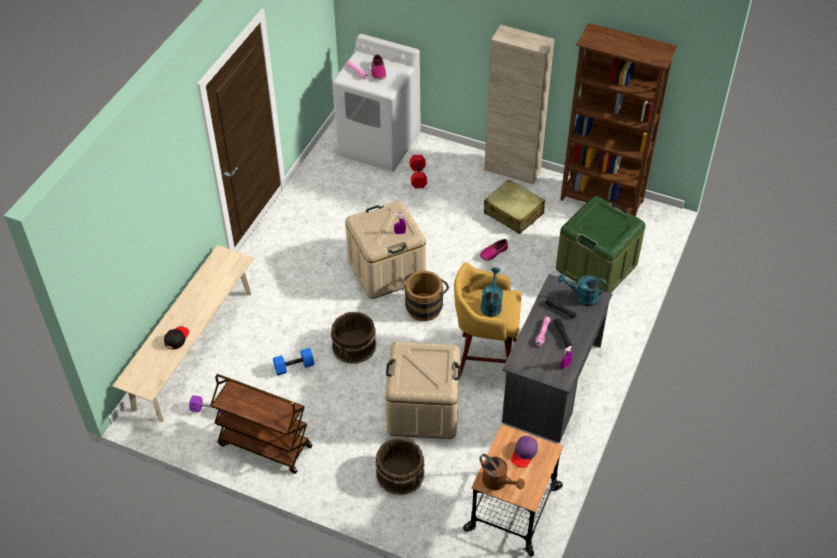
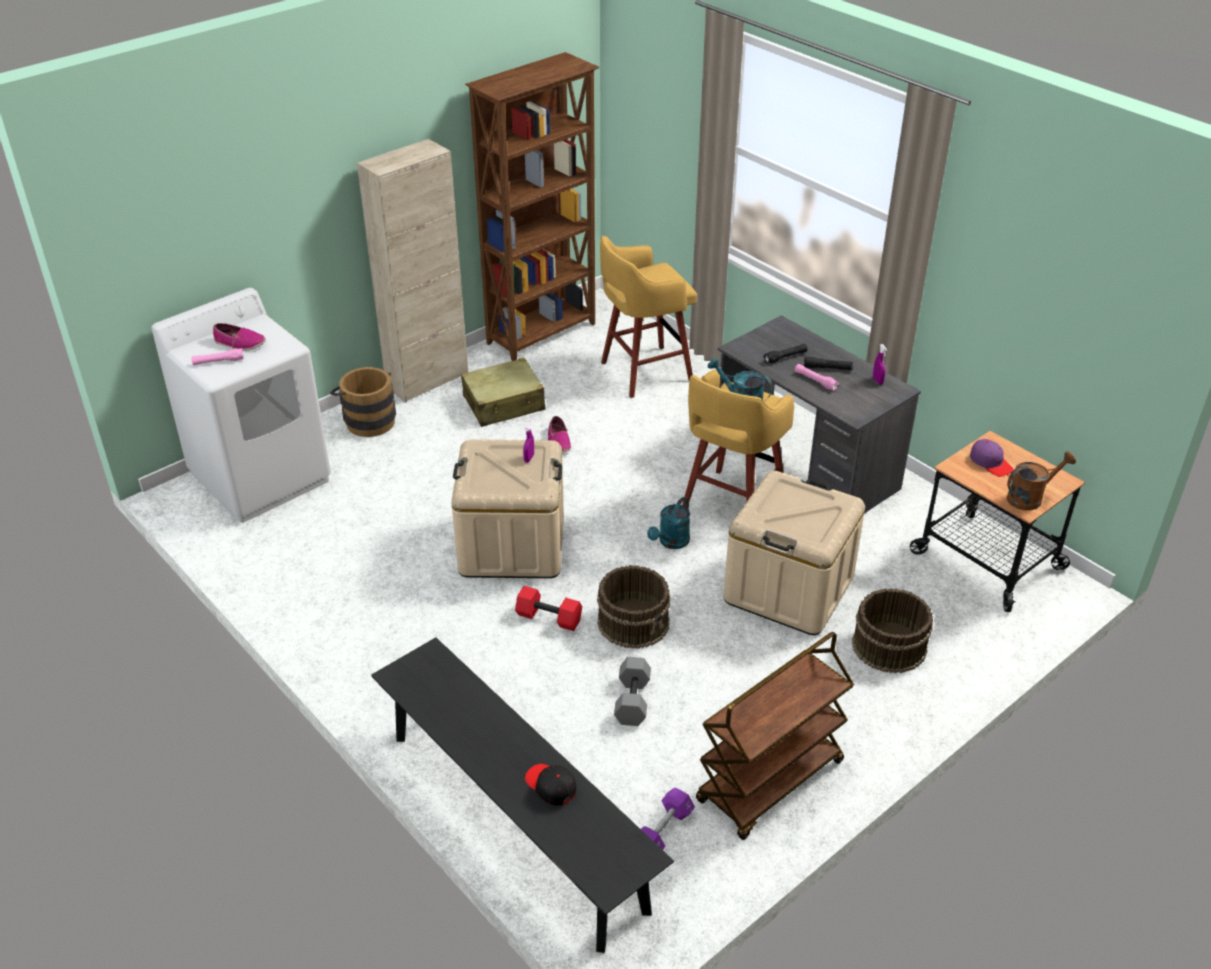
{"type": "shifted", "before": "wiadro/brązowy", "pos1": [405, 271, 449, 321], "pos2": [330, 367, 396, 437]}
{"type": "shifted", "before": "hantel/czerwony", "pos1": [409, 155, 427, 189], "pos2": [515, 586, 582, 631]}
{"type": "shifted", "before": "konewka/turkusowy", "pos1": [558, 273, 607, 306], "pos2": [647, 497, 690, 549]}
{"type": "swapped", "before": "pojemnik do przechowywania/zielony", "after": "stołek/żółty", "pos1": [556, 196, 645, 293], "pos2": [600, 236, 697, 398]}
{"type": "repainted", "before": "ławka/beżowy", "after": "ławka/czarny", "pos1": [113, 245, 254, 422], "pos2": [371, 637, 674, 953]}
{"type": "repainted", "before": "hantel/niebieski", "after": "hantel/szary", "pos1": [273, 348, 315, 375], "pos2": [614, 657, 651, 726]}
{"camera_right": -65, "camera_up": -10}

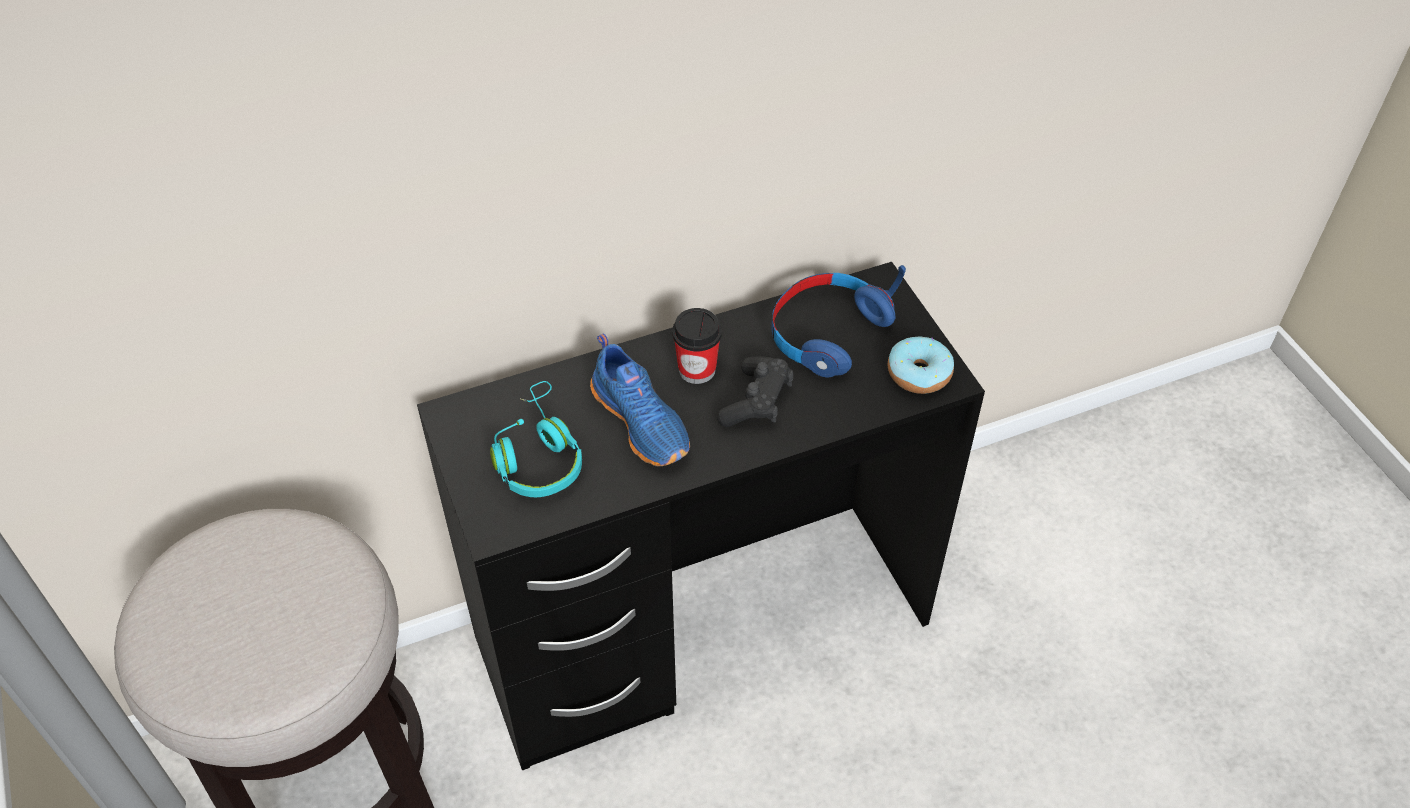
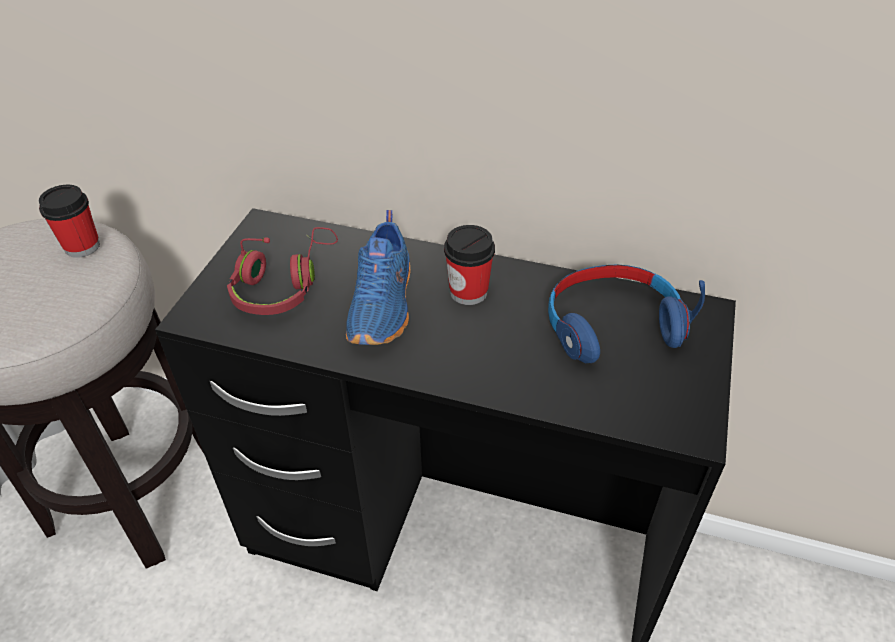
{"type": "gone", "before": "pad do gier/czarny", "pos1": [717, 357, 793, 427]}
{"type": "gone", "before": "donut", "pos1": [888, 337, 954, 394]}
{"type": "new", "after": "filiżanka", "pos2": [39, 185, 100, 258]}
{"type": "repainted", "before": "słuchawki/turkusowy", "after": "słuchawki/czerwony", "pos1": [490, 381, 582, 497], "pos2": [227, 227, 338, 315]}
{"camera_right": 40, "camera_up": -5}

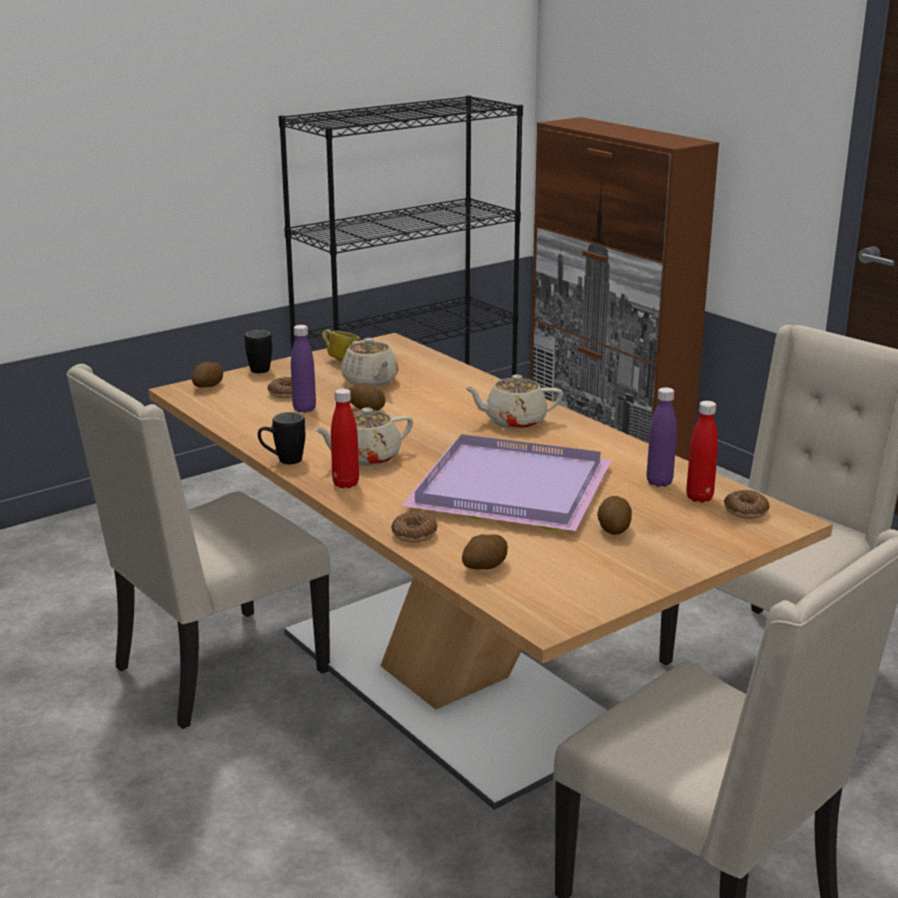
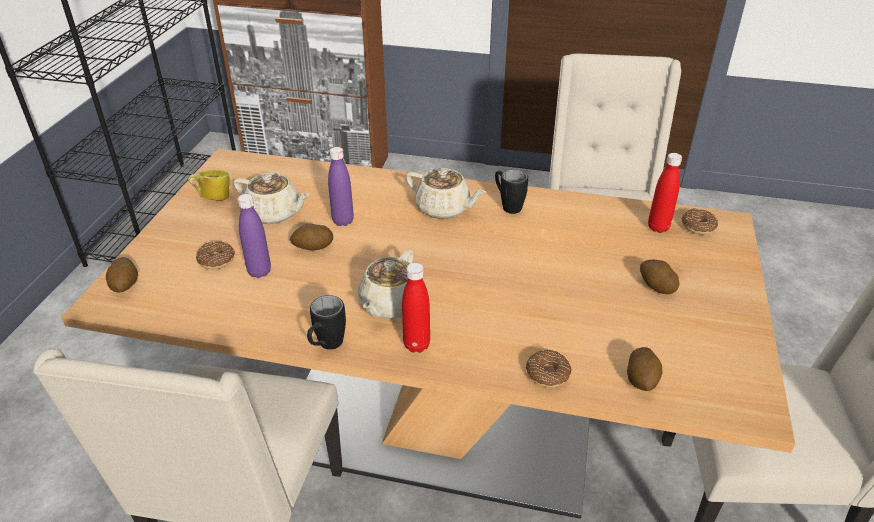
{"type": "gone", "before": "taca/fioletowy", "pos1": [401, 434, 612, 531]}
{"type": "shifted", "before": "kubek/czarny", "pos1": [244, 330, 272, 373], "pos2": [495, 169, 528, 214]}
{"type": "shifted", "before": "butelka/fioletowy", "pos1": [647, 387, 677, 487], "pos2": [328, 147, 354, 226]}
{"type": "rotated", "before": "imbryk/beżowy", "pos1": [463, 375, 563, 429], "pos2": [406, 168, 486, 219], "turn": -105}
{"camera_right": -40, "camera_up": 15}

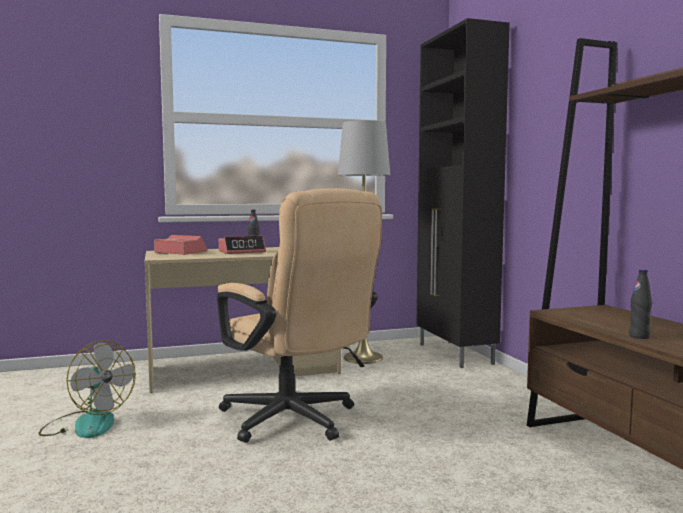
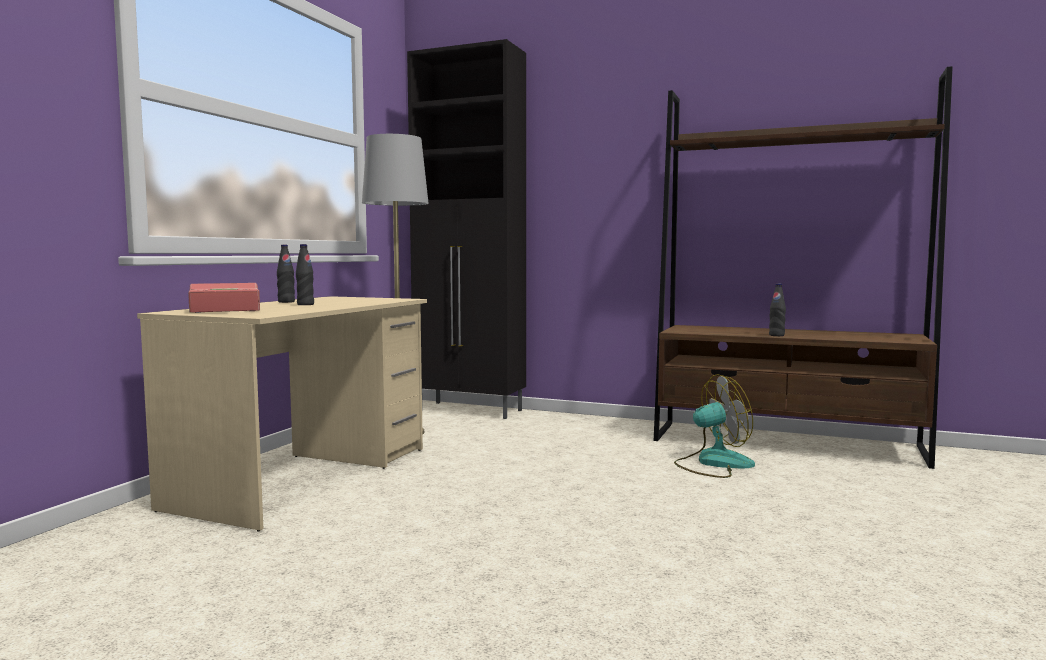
{"type": "gone", "before": "krzesło biurowe/beżowy", "pos1": [217, 188, 382, 443]}
{"type": "shifted", "before": "wentylator", "pos1": [39, 340, 136, 438], "pos2": [674, 374, 755, 478]}
{"type": "swapped", "before": "budzik", "after": "butelka/czarny", "pos1": [219, 236, 266, 254], "pos2": [296, 244, 314, 305]}
{"camera_right": -50, "camera_up": 0}

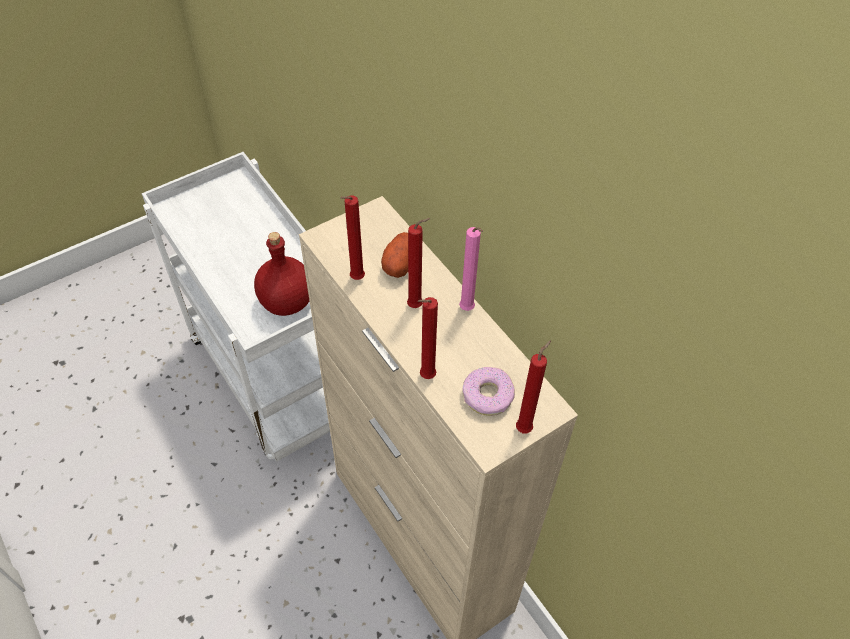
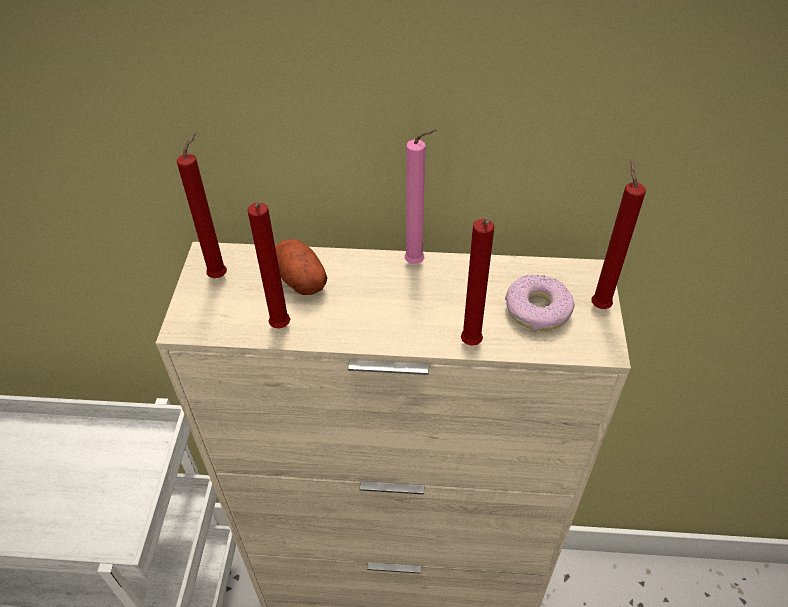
{"type": "gone", "before": "butelka/czerwony", "pos1": [254, 232, 309, 316]}
{"type": "shifted", "before": "świeca/czerwony", "pos1": [407, 218, 431, 308], "pos2": [177, 133, 227, 278]}
{"camera_right": -50, "camera_up": -5}

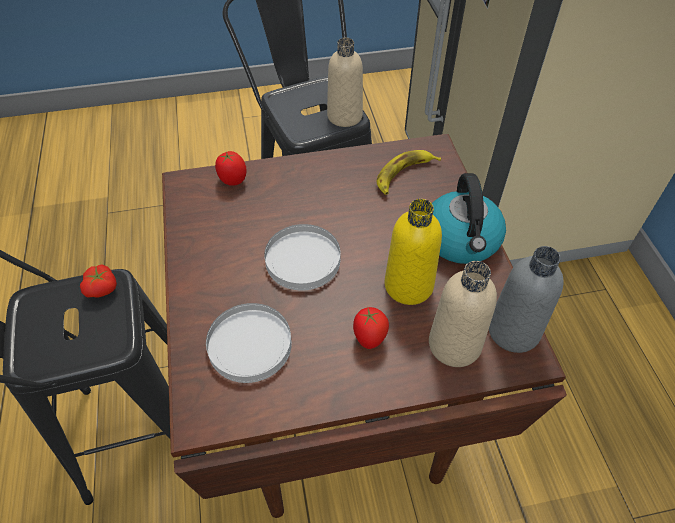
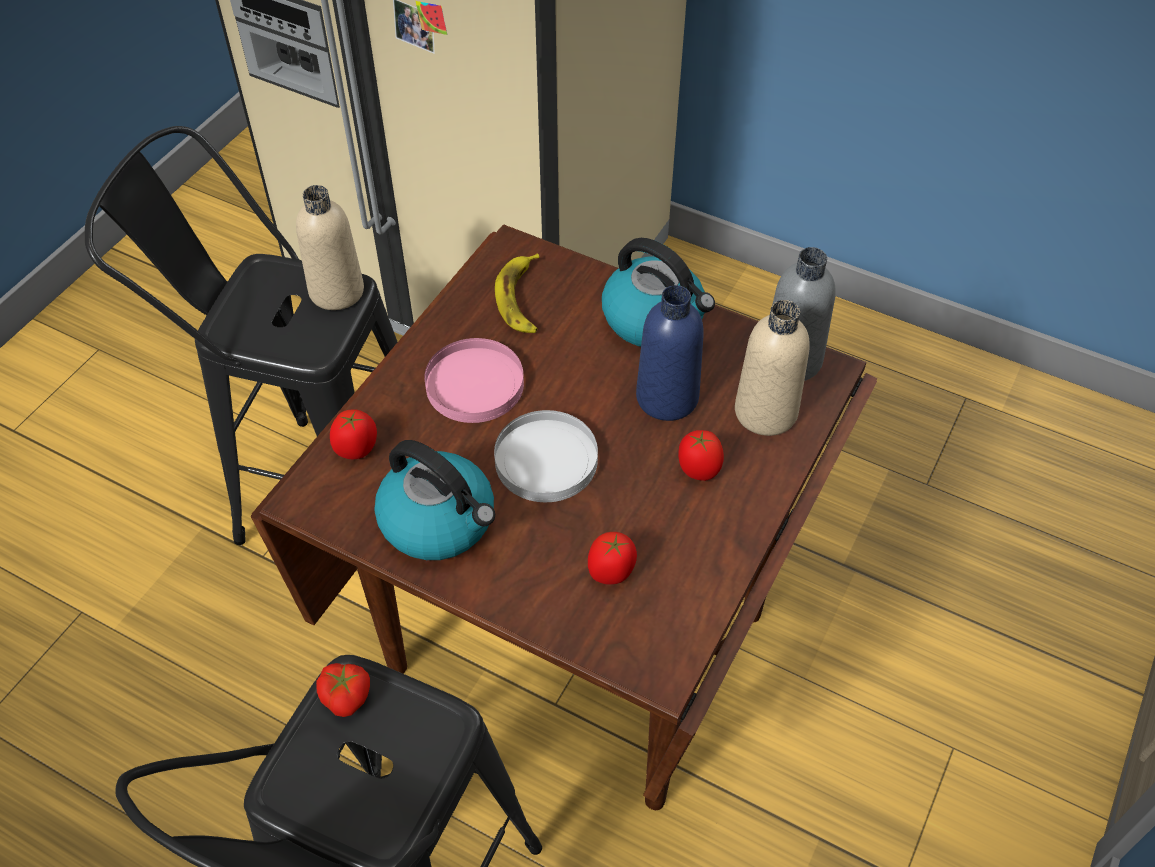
{"type": "new", "after": "czajnik", "pos2": [374, 440, 495, 560]}
{"type": "new", "after": "talerz/różowy", "pos2": [424, 338, 524, 423]}
{"type": "swapped", "before": "talerz/biały", "after": "pomidor", "pos1": [206, 303, 292, 383], "pos2": [588, 532, 637, 585]}
{"type": "repainted", "before": "butelka/żółty", "after": "butelka/niebieski", "pos1": [385, 199, 442, 305], "pos2": [636, 285, 704, 421]}
{"camera_right": -50, "camera_up": 0}

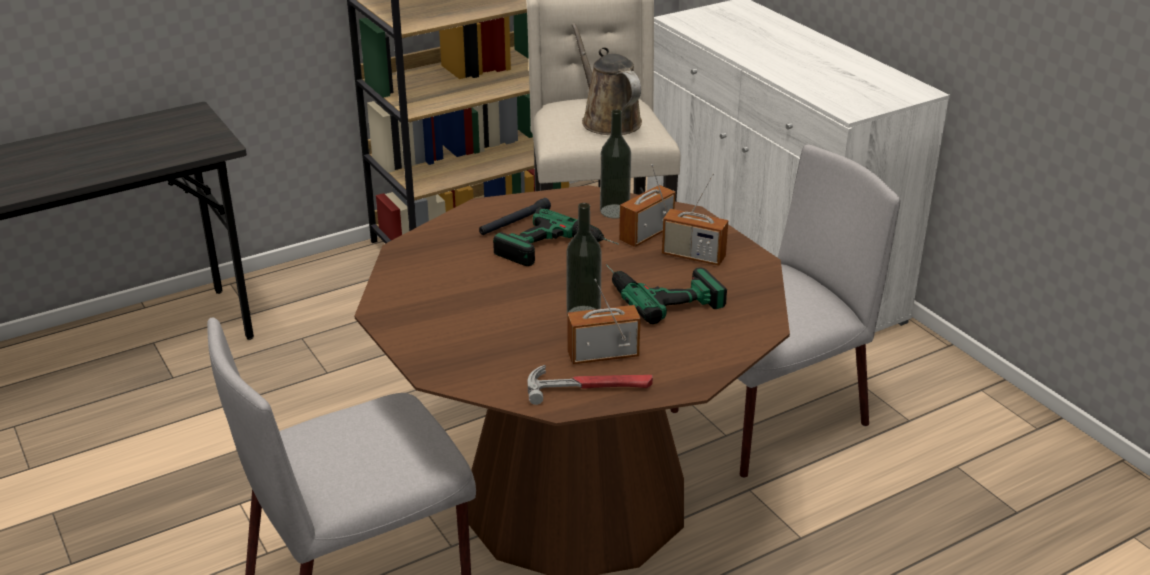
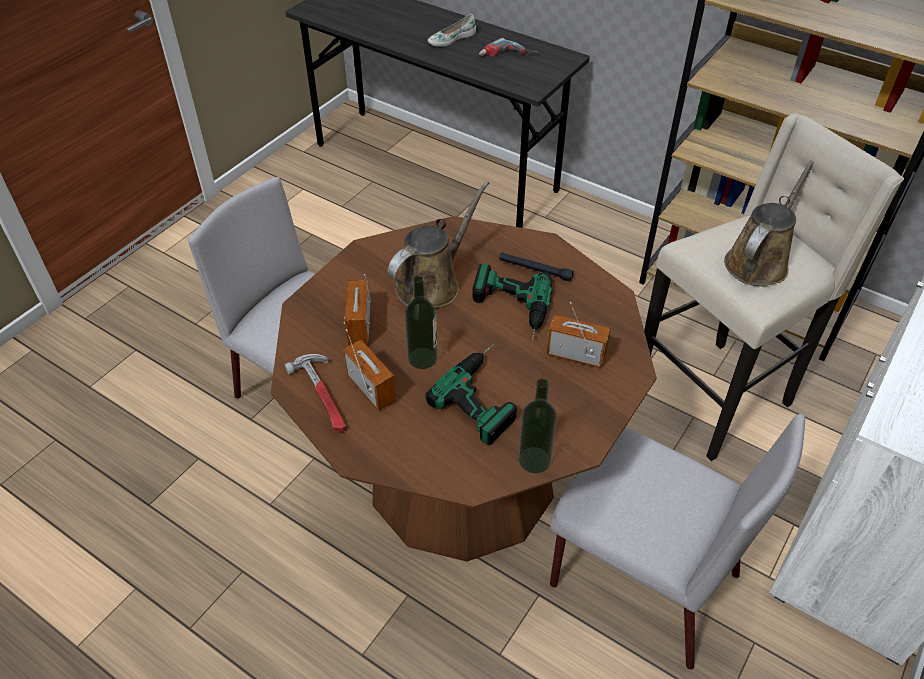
{"type": "new", "after": "konewka/brązowy", "pos2": [388, 181, 489, 308]}
{"type": "new", "after": "but/biały", "pos2": [428, 14, 476, 47]}
{"type": "new", "after": "wiertarka", "pos2": [479, 38, 539, 56]}
{"type": "shifted", "before": "butelka", "pos1": [600, 109, 631, 219], "pos2": [518, 378, 557, 473]}
{"type": "shifted", "before": "radio", "pos1": [662, 173, 728, 265], "pos2": [344, 274, 371, 346]}
{"camera_right": 65, "camera_up": 15}

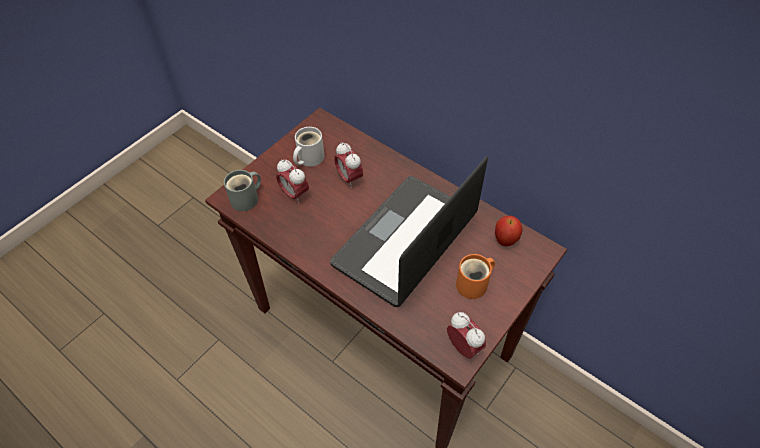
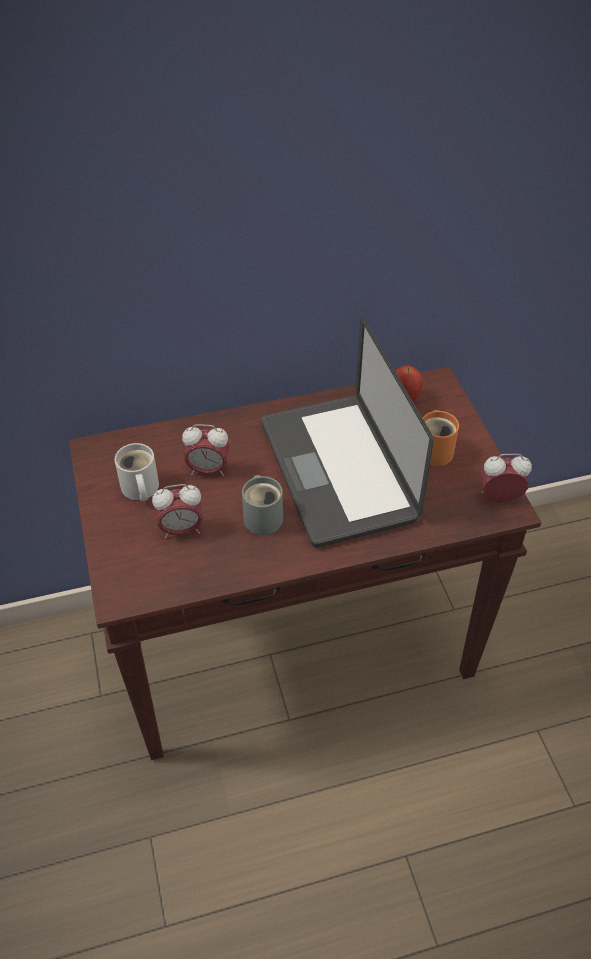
{"type": "shifted", "before": "kubek/szary", "pos1": [224, 170, 261, 211], "pos2": [242, 475, 283, 535]}
{"camera_right": -55, "camera_up": -5}

